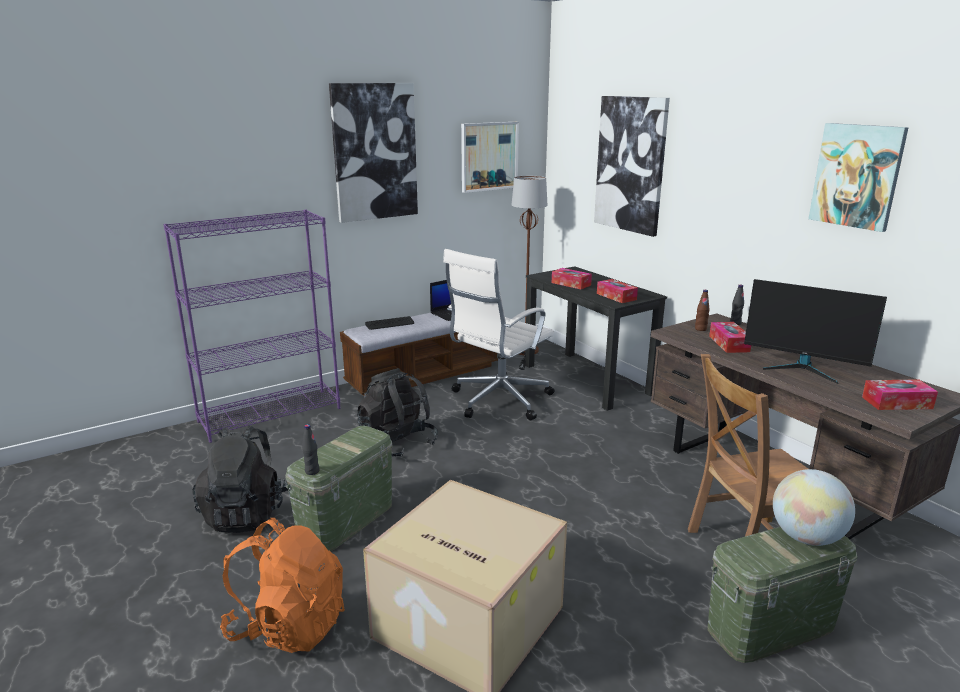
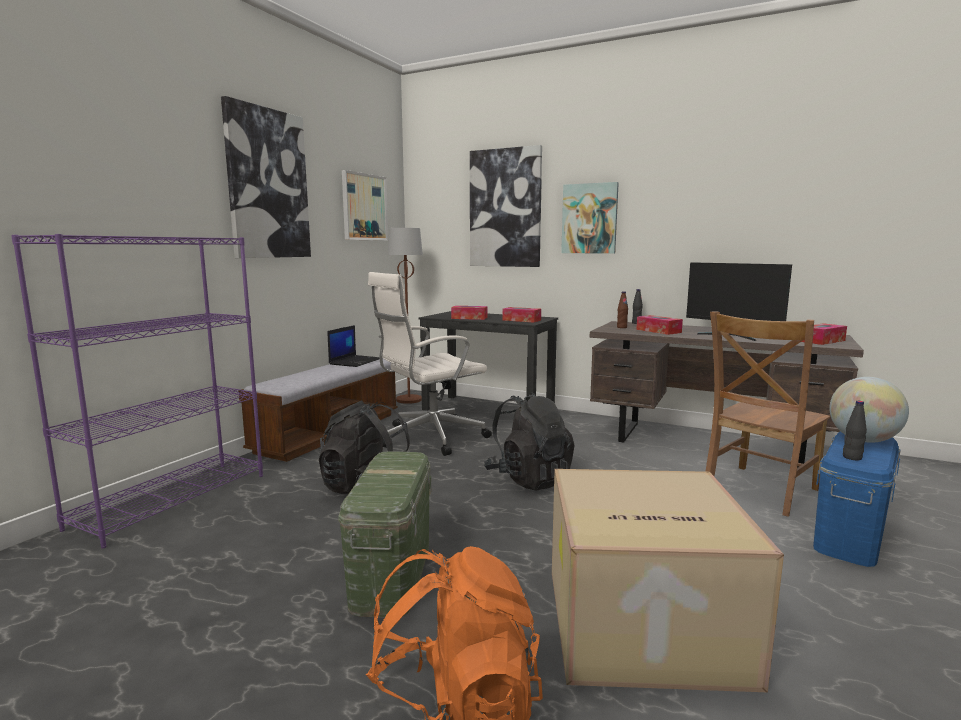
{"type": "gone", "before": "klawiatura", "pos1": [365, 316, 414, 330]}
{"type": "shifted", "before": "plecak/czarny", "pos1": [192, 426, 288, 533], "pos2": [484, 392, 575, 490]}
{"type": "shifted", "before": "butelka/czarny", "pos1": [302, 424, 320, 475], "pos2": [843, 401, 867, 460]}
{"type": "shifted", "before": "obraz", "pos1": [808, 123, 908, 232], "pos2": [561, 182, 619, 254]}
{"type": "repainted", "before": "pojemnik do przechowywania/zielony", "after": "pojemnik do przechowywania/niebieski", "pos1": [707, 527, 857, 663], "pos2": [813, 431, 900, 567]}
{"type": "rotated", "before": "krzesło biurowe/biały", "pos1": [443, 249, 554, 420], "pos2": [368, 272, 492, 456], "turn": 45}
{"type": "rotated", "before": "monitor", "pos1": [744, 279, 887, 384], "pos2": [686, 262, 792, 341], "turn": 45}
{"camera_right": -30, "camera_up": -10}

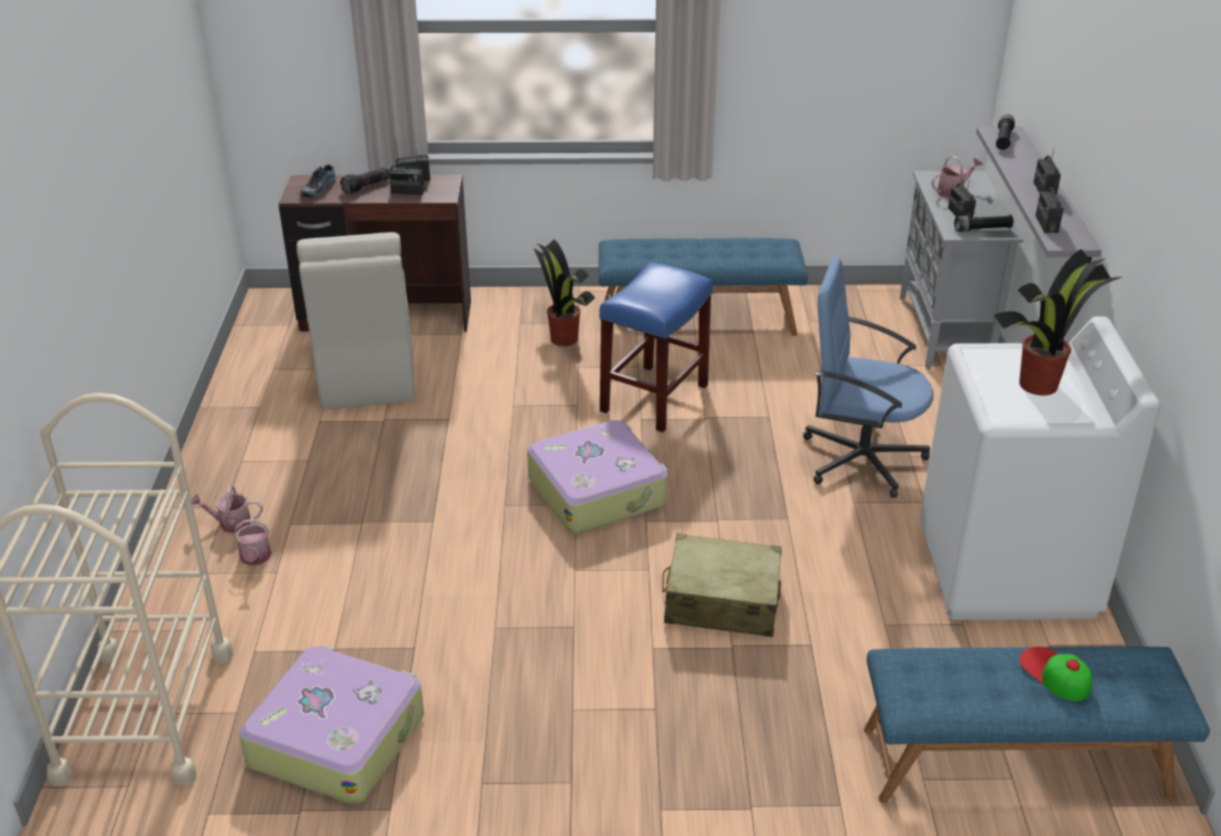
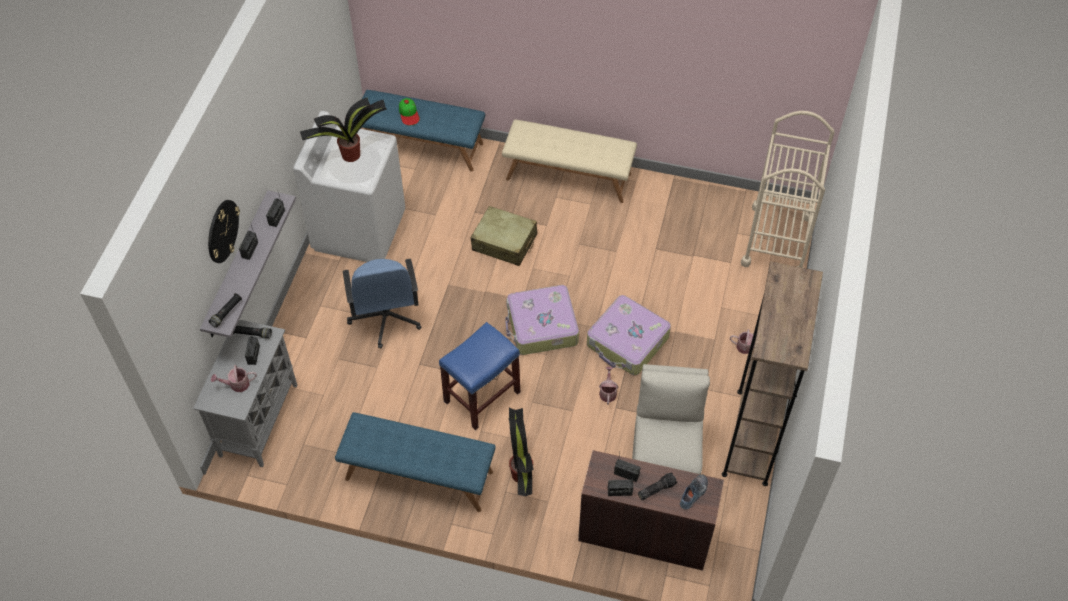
{"type": "new", "after": "zegar ścienny", "pos2": [208, 200, 240, 263]}
{"type": "new", "after": "ławka/beżowy", "pos2": [502, 119, 637, 203]}
{"type": "new", "after": "regał/brązowy", "pos2": [722, 261, 823, 486]}
{"type": "shifted", "before": "konewka", "pos1": [234, 517, 272, 566], "pos2": [599, 367, 618, 405]}
{"type": "shifted", "before": "walizka", "pos1": [239, 645, 424, 804], "pos2": [587, 295, 671, 375]}
{"type": "rotated", "before": "krzesło biurowe/niebieski", "pos1": [803, 257, 934, 498], "pos2": [343, 259, 421, 349], "turn": 45}
{"camera_right": -165, "camera_up": 20}

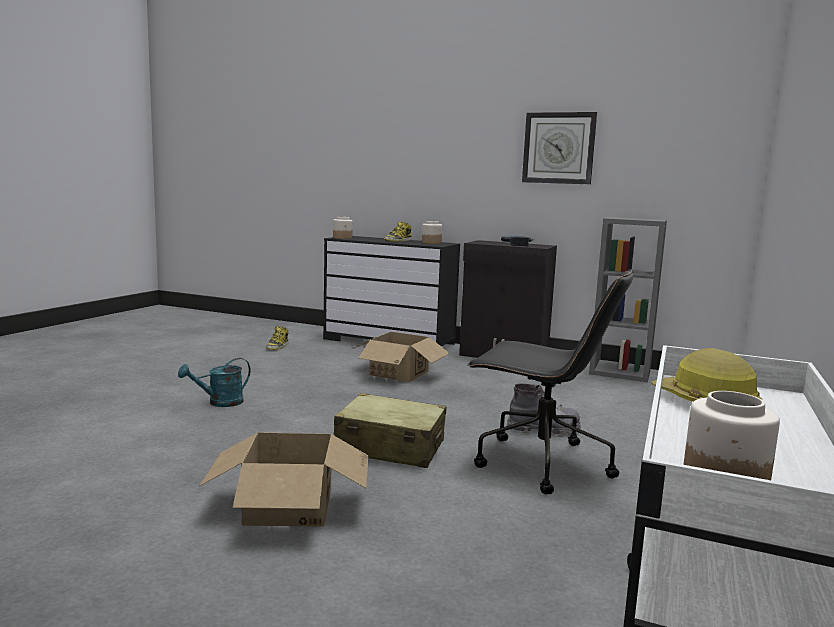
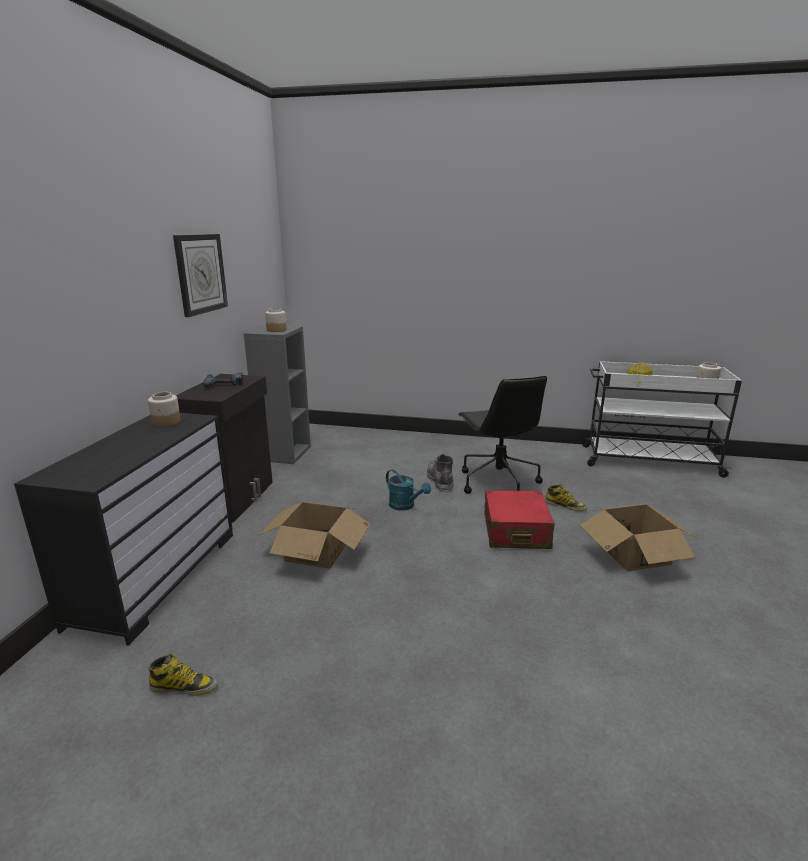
{"type": "shifted", "before": "konewka/turkusowy", "pos1": [178, 358, 251, 407], "pos2": [386, 470, 431, 511]}
{"type": "shifted", "before": "słoik", "pos1": [333, 217, 353, 239], "pos2": [265, 308, 286, 332]}
{"type": "shifted", "before": "but z cholewką", "pos1": [384, 222, 412, 242], "pos2": [545, 484, 587, 511]}
{"type": "repainted", "before": "walizka/beżowy", "after": "walizka/czerwony", "pos1": [334, 393, 446, 468], "pos2": [483, 490, 555, 549]}
{"type": "rotated", "before": "krzesło biurowe/czarny", "pos1": [467, 269, 633, 494], "pos2": [458, 376, 547, 494], "turn": 150}
{"camera_right": -100, "camera_up": 10}

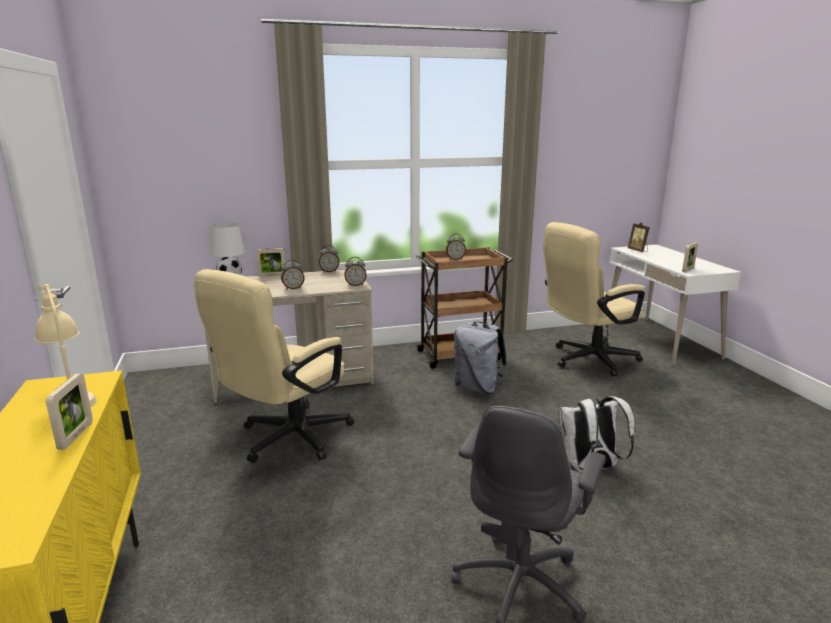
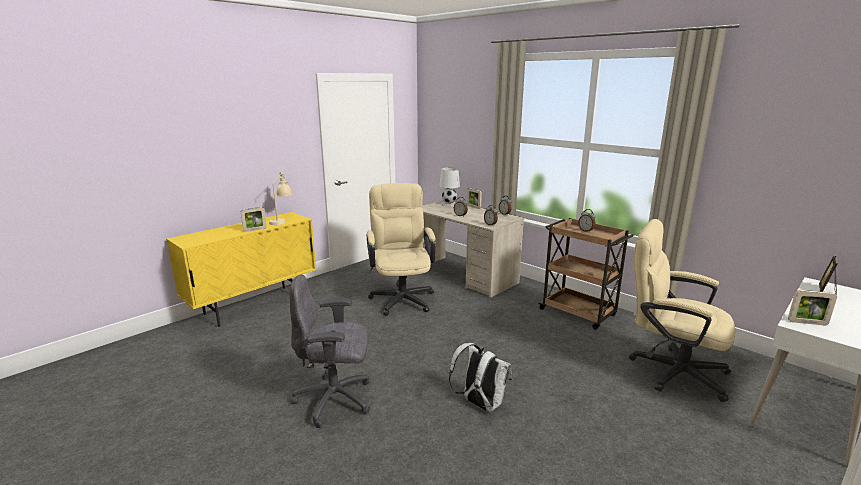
{"type": "gone", "before": "plecak/szary", "pos1": [454, 321, 507, 394]}
{"type": "rotated", "before": "krzesło biurowe/beżowy", "pos1": [194, 269, 354, 463], "pos2": [366, 183, 436, 316], "turn": 75}
{"camera_right": 60, "camera_up": 0}

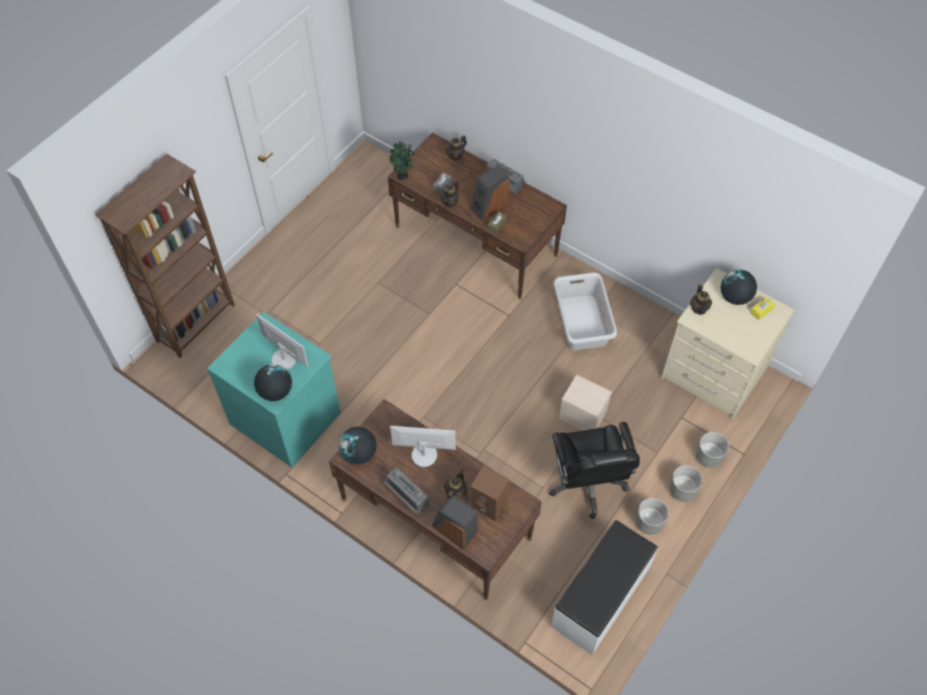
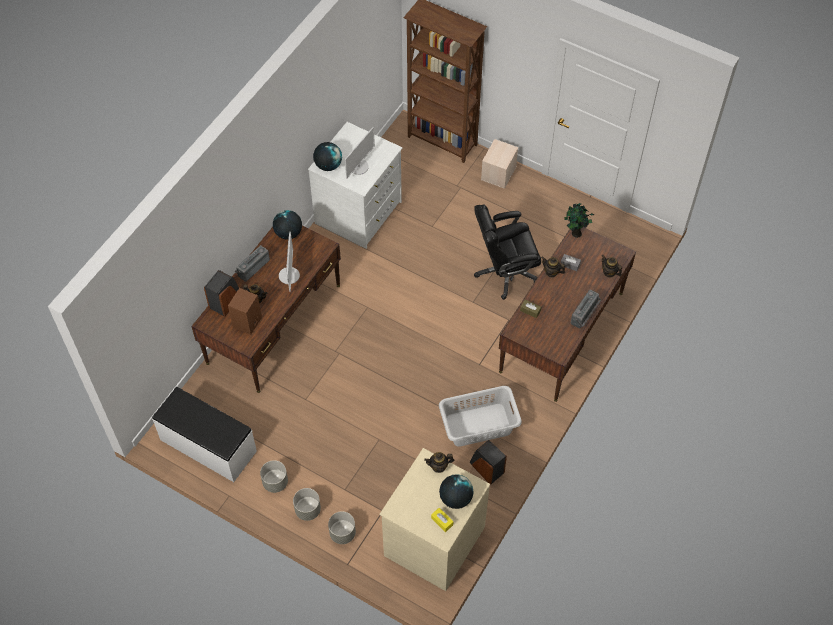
{"type": "shifted", "before": "głośnik", "pos1": [470, 165, 510, 220], "pos2": [470, 440, 507, 485]}
{"type": "shifted", "before": "krzesło biurowe/czarny", "pos1": [549, 422, 640, 519], "pos2": [474, 204, 541, 300]}
{"type": "shifted", "before": "pojemnik do przechowywania/beżowy", "pos1": [559, 375, 612, 430], "pos2": [481, 139, 518, 189]}
{"type": "repainted", "before": "komoda/turkusowy", "after": "komoda/biały", "pos1": [207, 312, 341, 468], "pos2": [308, 122, 402, 249]}
{"camera_right": 85, "camera_up": 0}

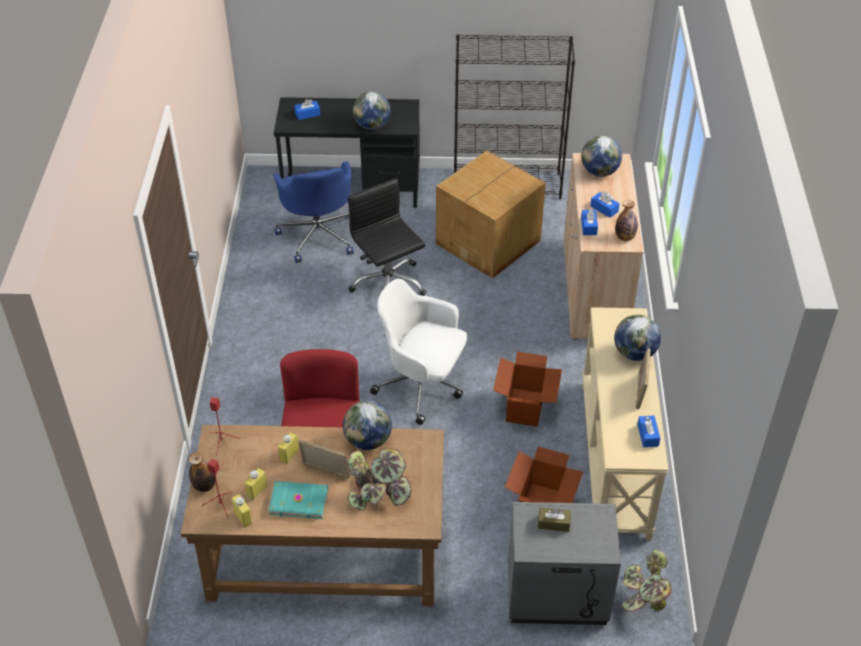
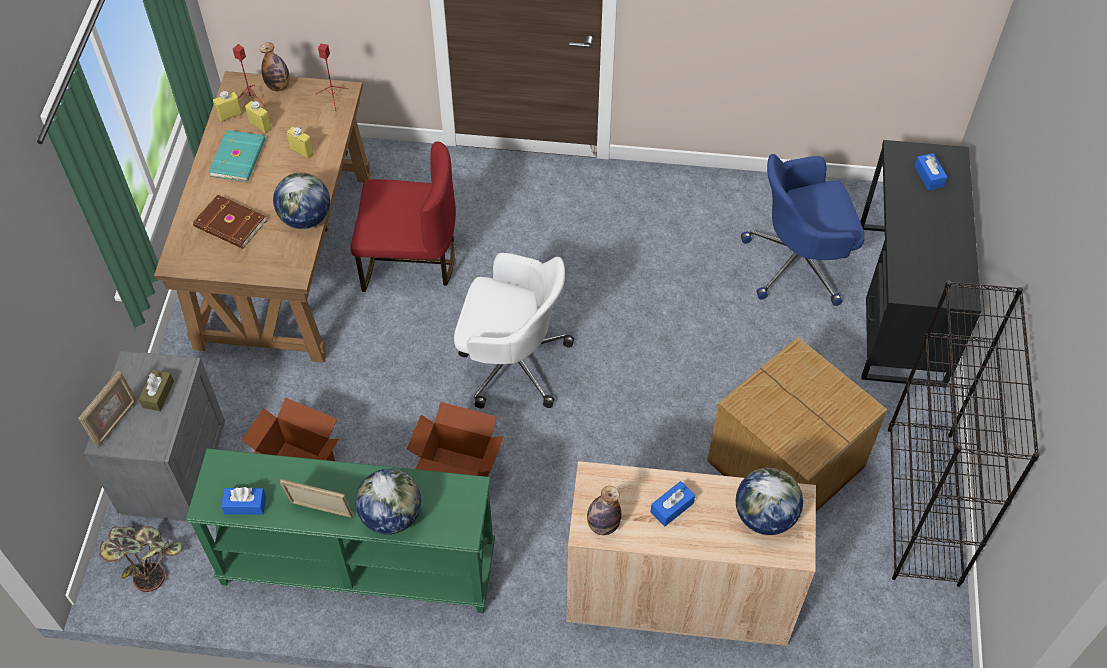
{"type": "gone", "before": "krzesło biurowe/czarny", "pos1": [348, 178, 426, 296]}
{"type": "gone", "before": "globus", "pos1": [353, 91, 391, 130]}
{"type": "gone", "before": "pudełko chusteczek/niebieski", "pos1": [581, 208, 598, 235]}
{"type": "shifted", "before": "ramka na zdjęcie", "pos1": [298, 439, 351, 478], "pos2": [78, 371, 137, 447]}
{"type": "swapped", "before": "roślina doniczkowa", "after": "książka/brązowy", "pos1": [347, 448, 412, 511], "pos2": [193, 195, 266, 249]}
{"type": "repainted", "before": "stolik konsolowy/beżowy", "after": "stolik konsolowy/zielony", "pos1": [582, 307, 669, 541], "pos2": [186, 448, 495, 613]}
{"type": "rotated", "before": "krzesło biurowe/biały", "pos1": [370, 279, 467, 425], "pos2": [454, 253, 574, 408], "turn": 75}
{"camera_right": 95, "camera_up": 10}

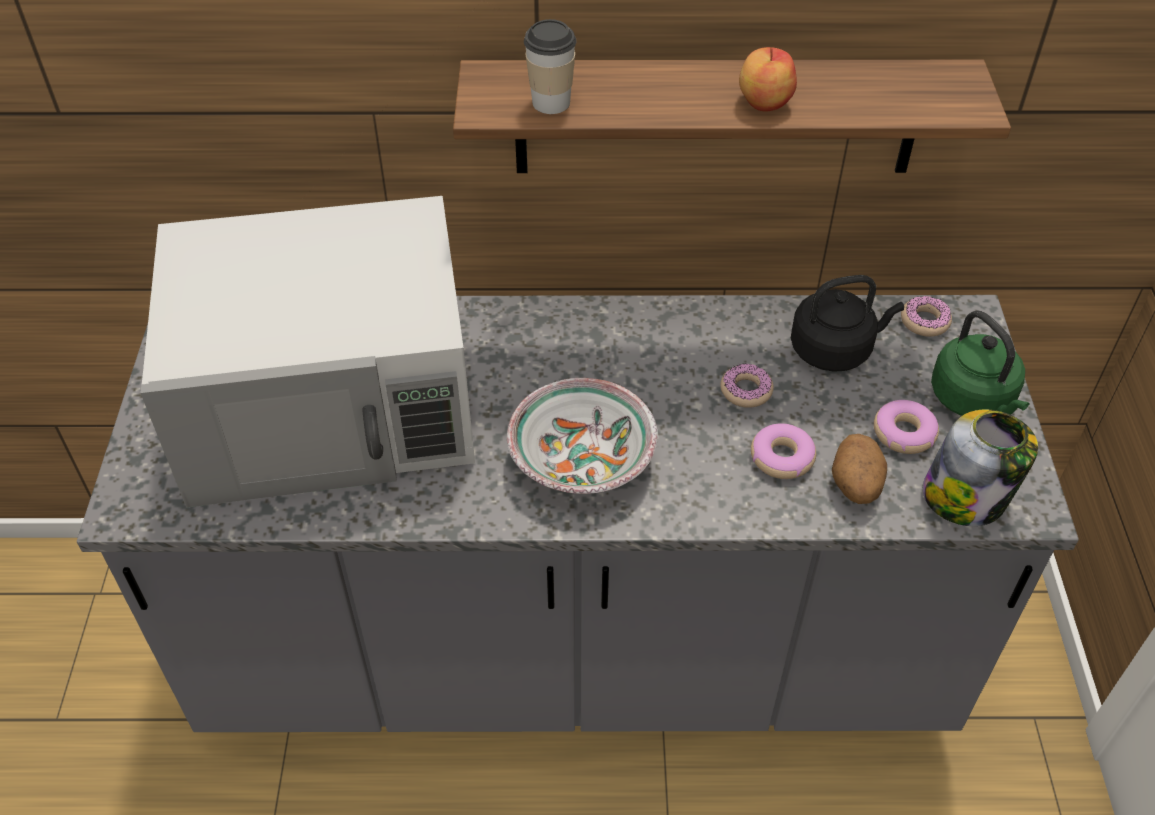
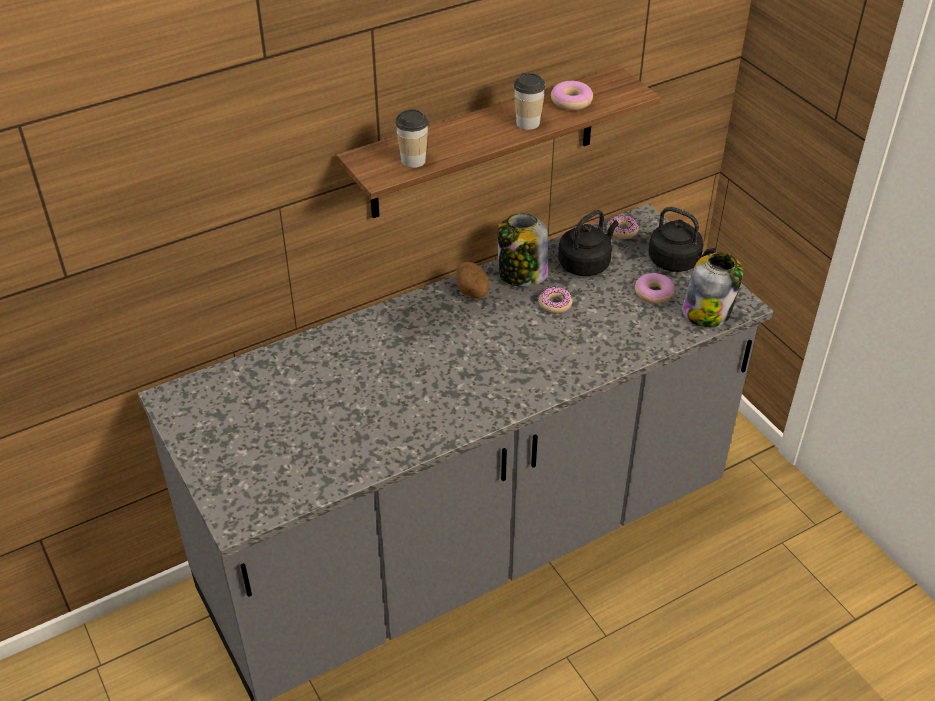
{"type": "gone", "before": "mikrofalówka/biały", "pos1": [141, 196, 475, 508]}
{"type": "gone", "before": "miska", "pos1": [507, 378, 658, 494]}
{"type": "new", "after": "słoik", "pos2": [498, 213, 548, 287]}
{"type": "shifted", "before": "donut", "pos1": [751, 423, 816, 479], "pos2": [551, 81, 593, 110]}
{"type": "shifted", "before": "ziemniak", "pos1": [832, 434, 887, 504], "pos2": [455, 262, 489, 299]}
{"type": "swapped", "before": "jabłko", "after": "filiżanka", "pos1": [739, 47, 797, 111], "pos2": [514, 73, 546, 130]}
{"type": "repainted", "before": "czajnik/zielony", "after": "czajnik/czarny", "pos1": [931, 310, 1030, 416], "pos2": [649, 207, 716, 272]}
{"camera_right": -30, "camera_up": -5}

